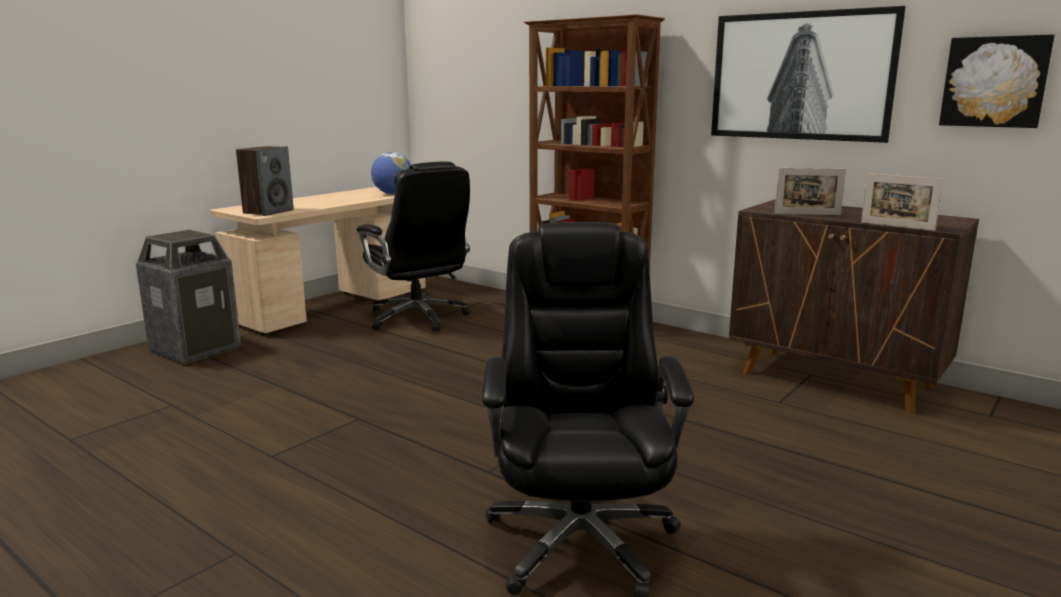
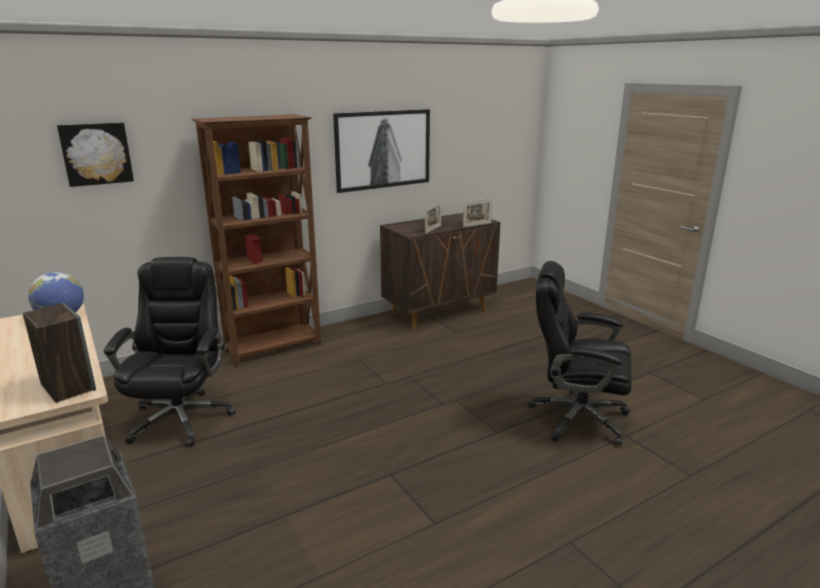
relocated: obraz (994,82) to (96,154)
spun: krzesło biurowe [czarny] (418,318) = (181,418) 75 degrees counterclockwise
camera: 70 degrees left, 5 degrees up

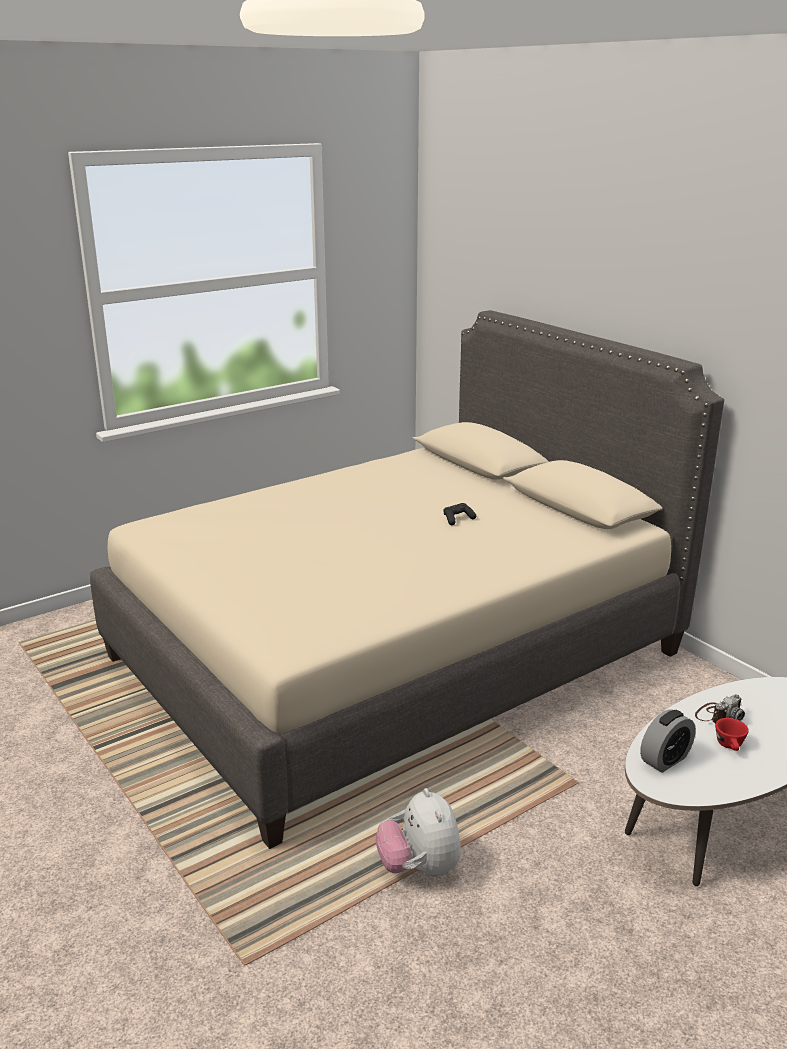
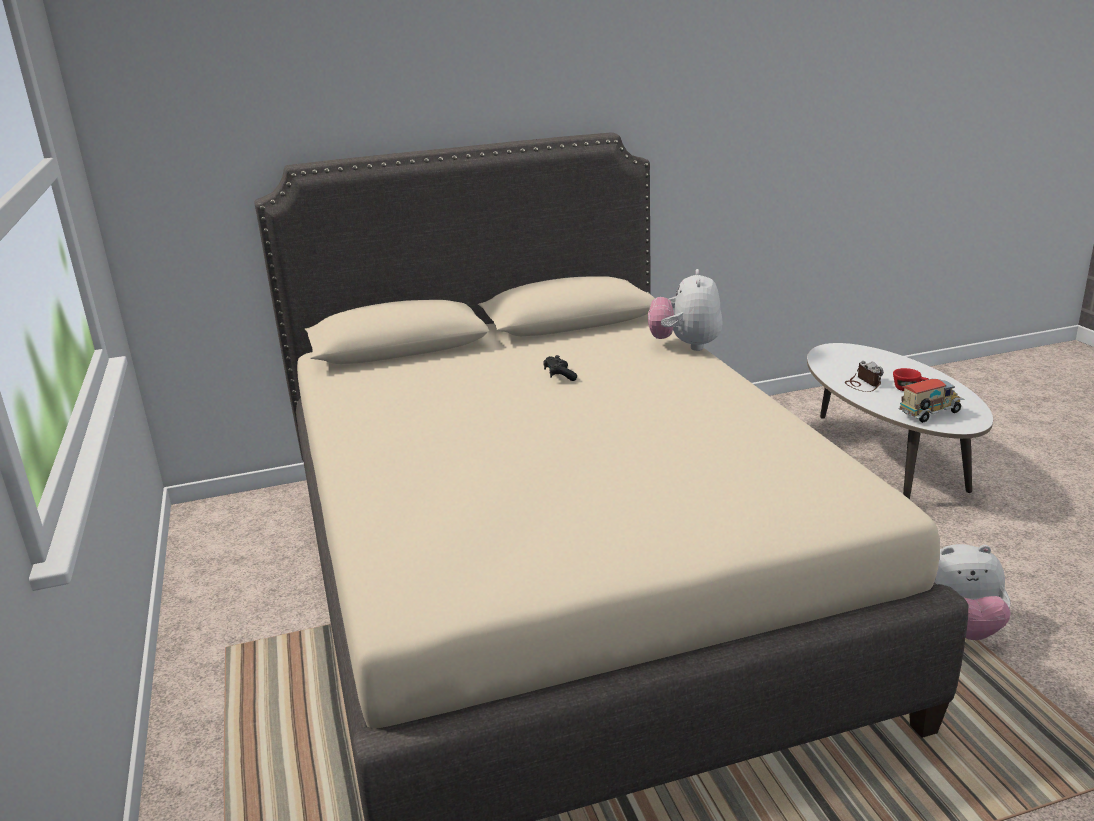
appeared: pluszak (686,346)
exchanged: budzik (665,760) to ciężarówka zabawkowa (930,415)
camera: 70 degrees left, 0 degrees up

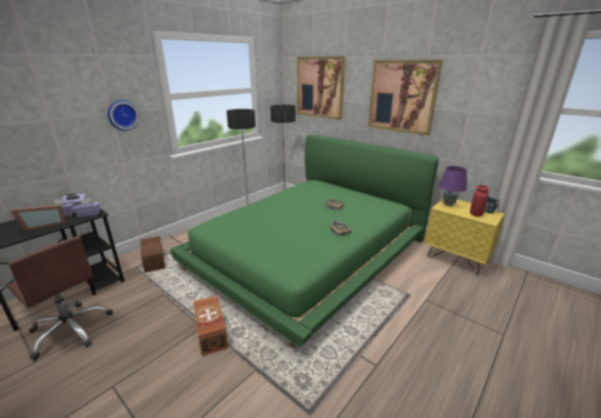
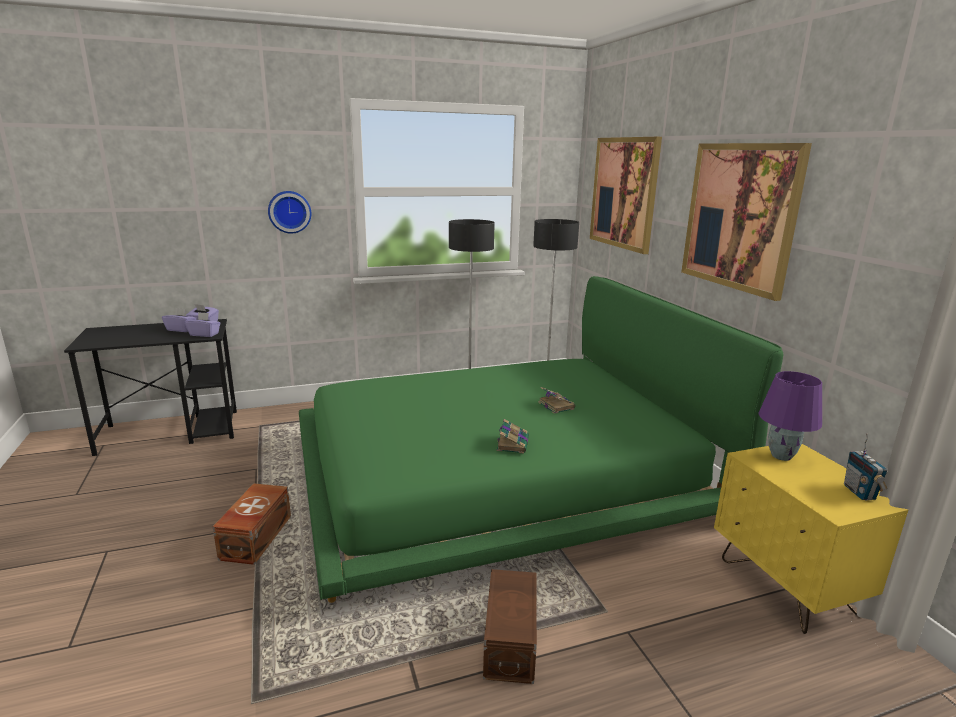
missing: wazon [czerwony] (475,214); ramka na zdjęcie (44,225); krzesło biurowe [brązowy] (71,329)
relocated: pojemnik do przechowywania [brązowy] (154,261) to (511,640)
camera: 30 degrees right, 5 degrees down

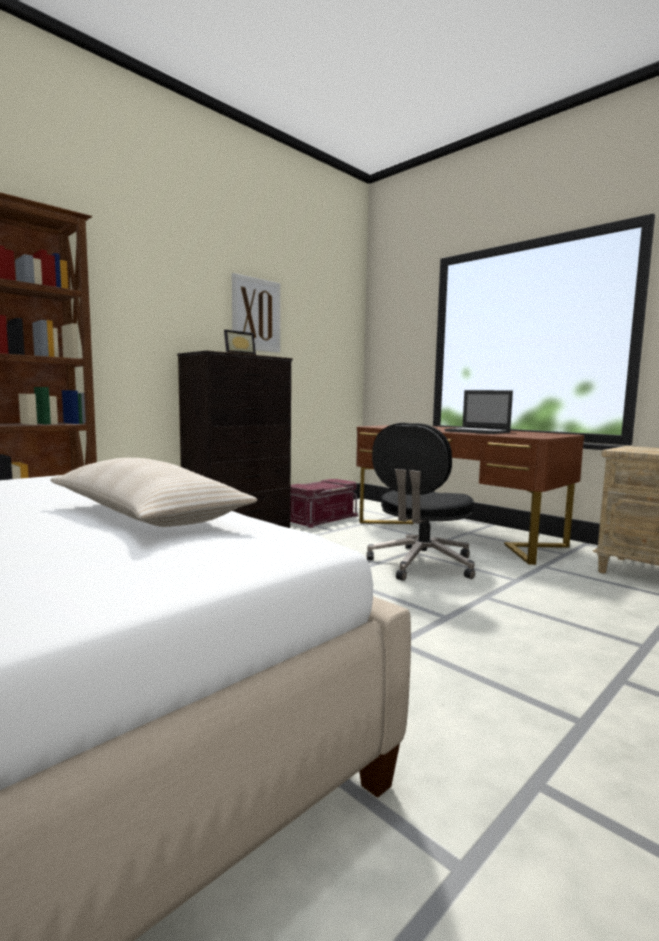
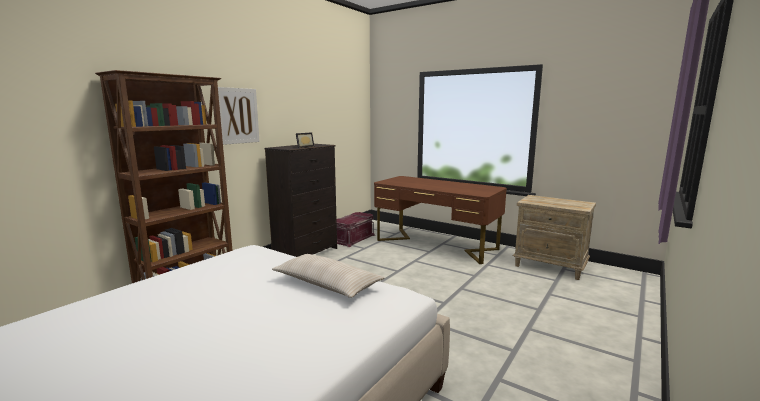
missing: laptop (478,431); krzesło biurowe [czarny] (421,564)
relocated: obraz (256,314) to (238,116)
camera: 10 degrees left, 5 degrees up

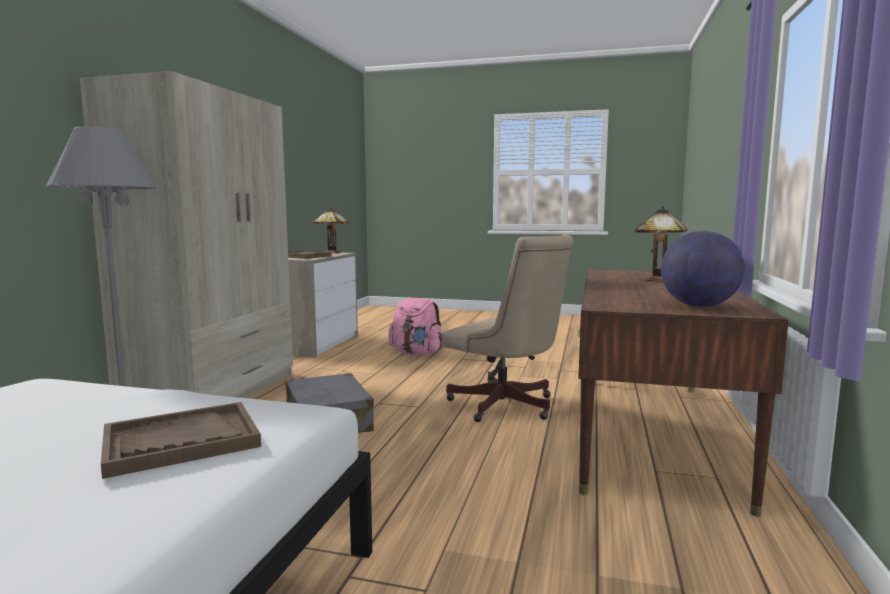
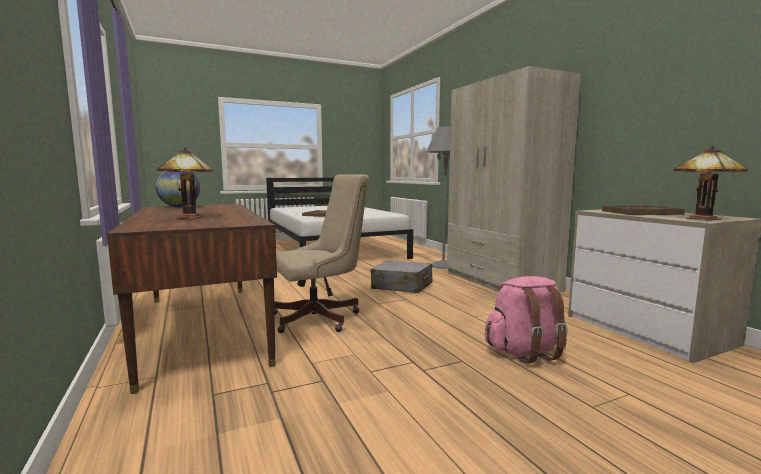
spun: krzesło biurowe [beżowy] (507,407) = (321,318) 150 degrees clockwise
camera: 140 degrees right, 0 degrees up

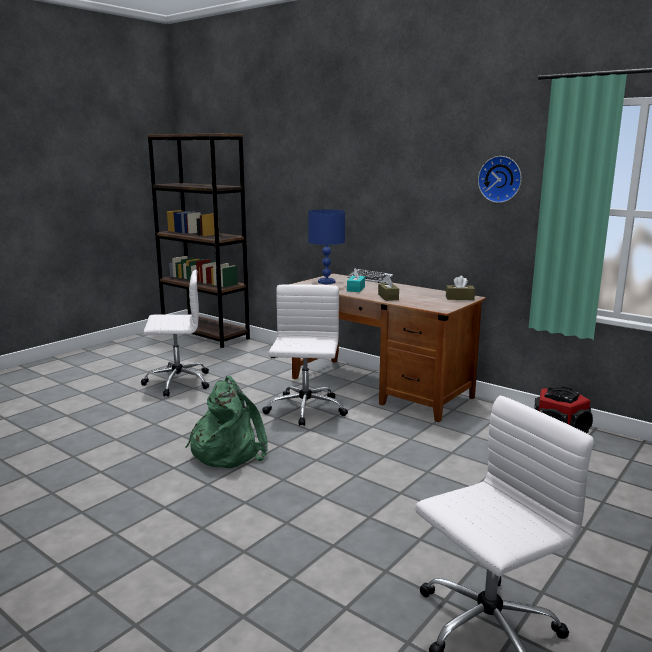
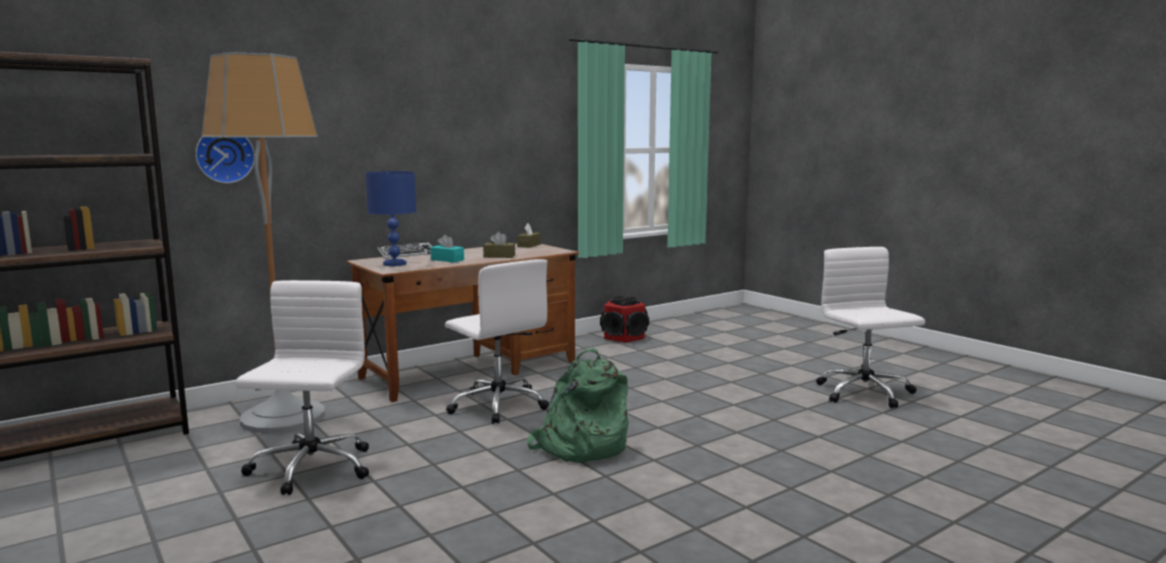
appeared: lampa stojąca (283,418)
relocated: zegar ścienny (500,179) to (224,155)
spun: krzesło biurowe [biały] (305,410) = (498,405) 150 degrees counterclockwise
camera: 75 degrees left, 5 degrees down

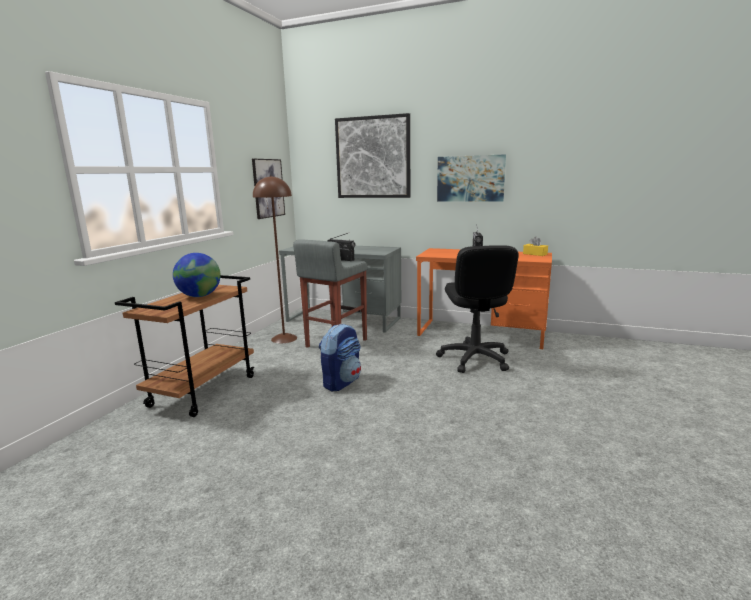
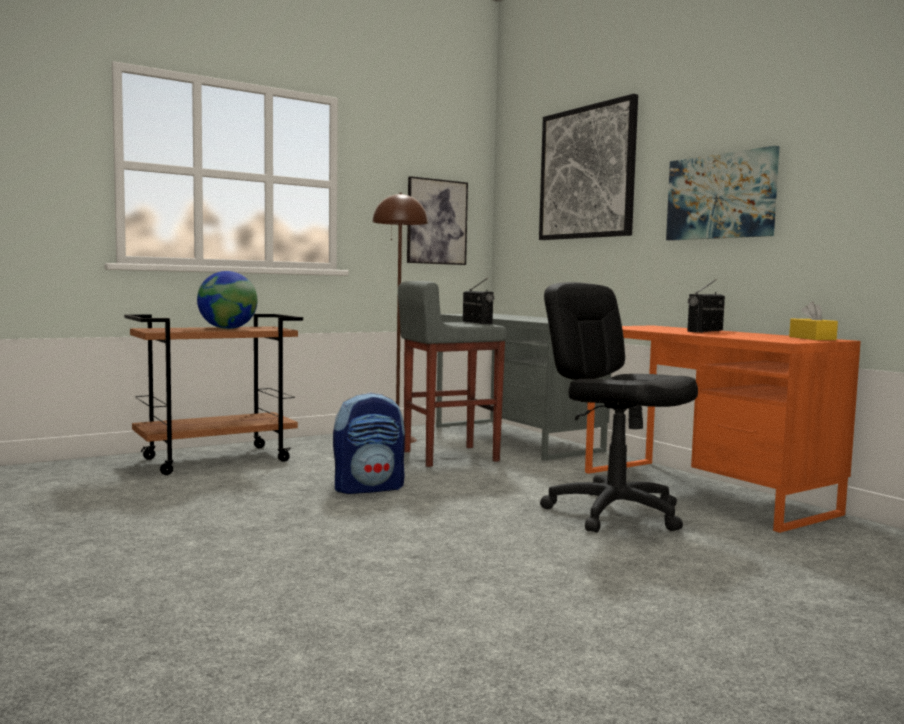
spun: krzesło biurowe [czarny] (474,359) = (614,513) 105 degrees clockwise
camera: 35 degrees right, 10 degrees down

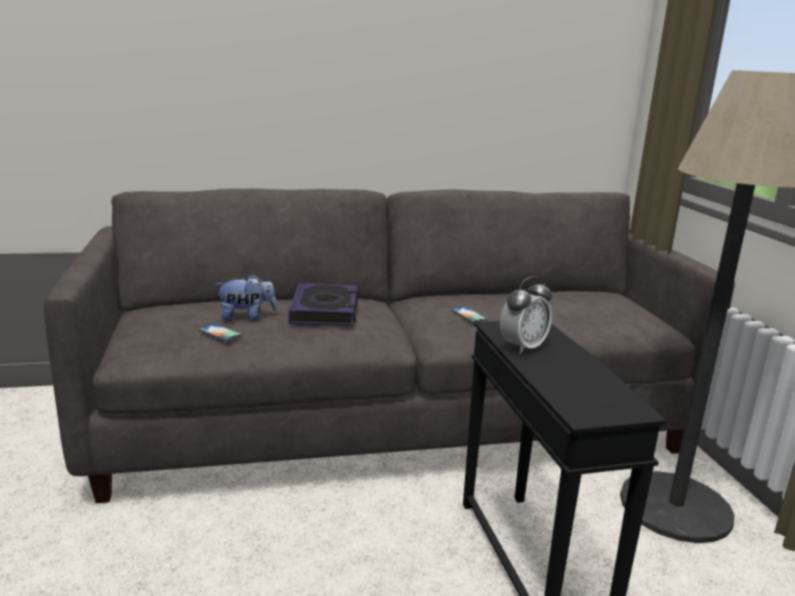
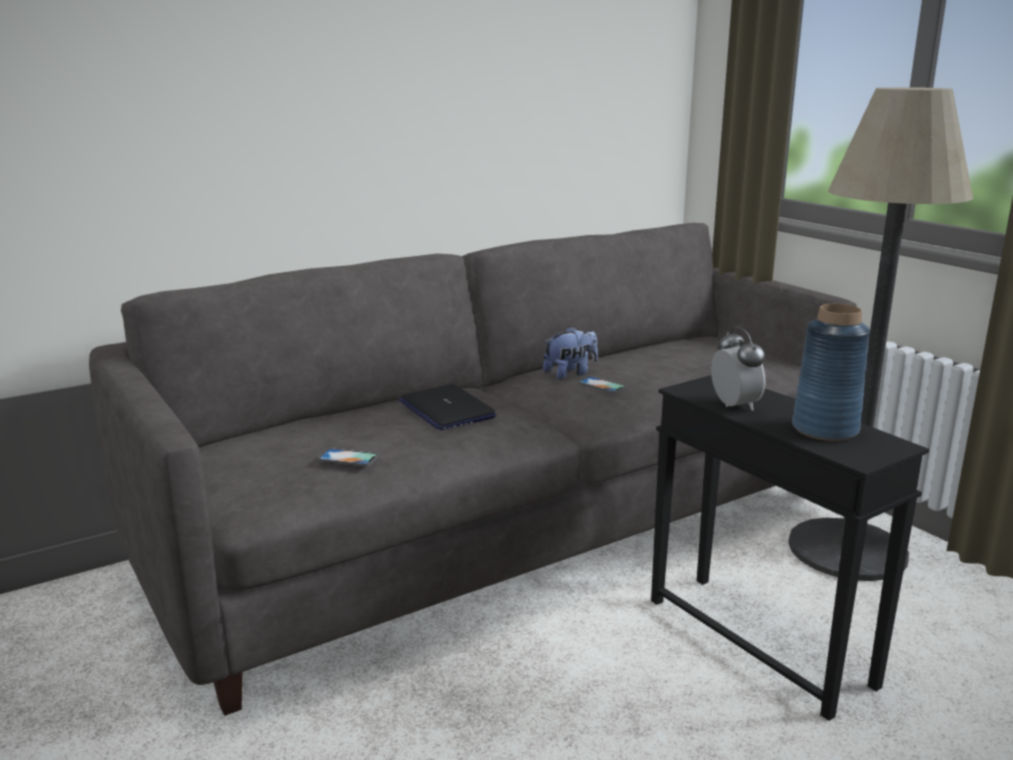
appeared: wazon [niebieski] (825,429)
relocated: pluszak (247,318) to (570,374)
exchanged: książka (325,311) to laptop (446,409)
spun: budzik (523,347) = (734,406) 45 degrees counterclockwise
camera: 20 degrees left, 0 degrees up

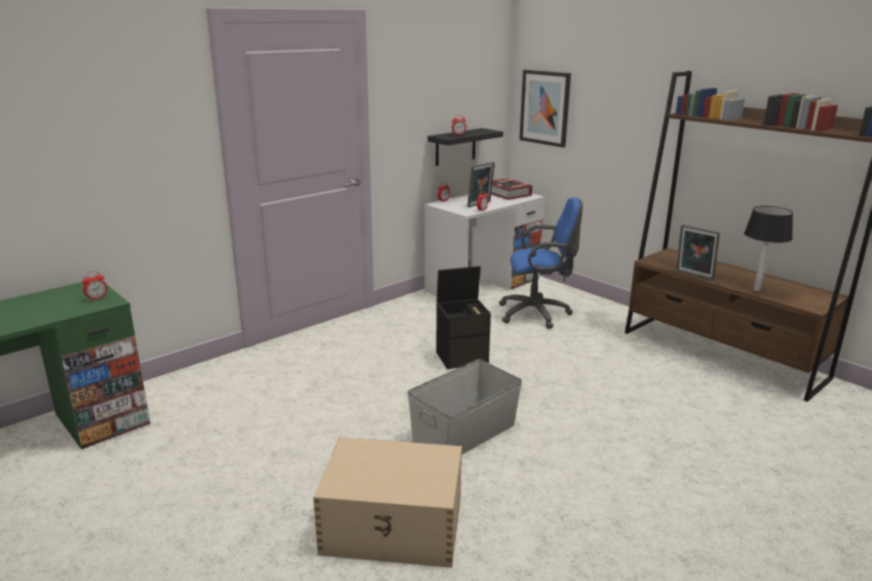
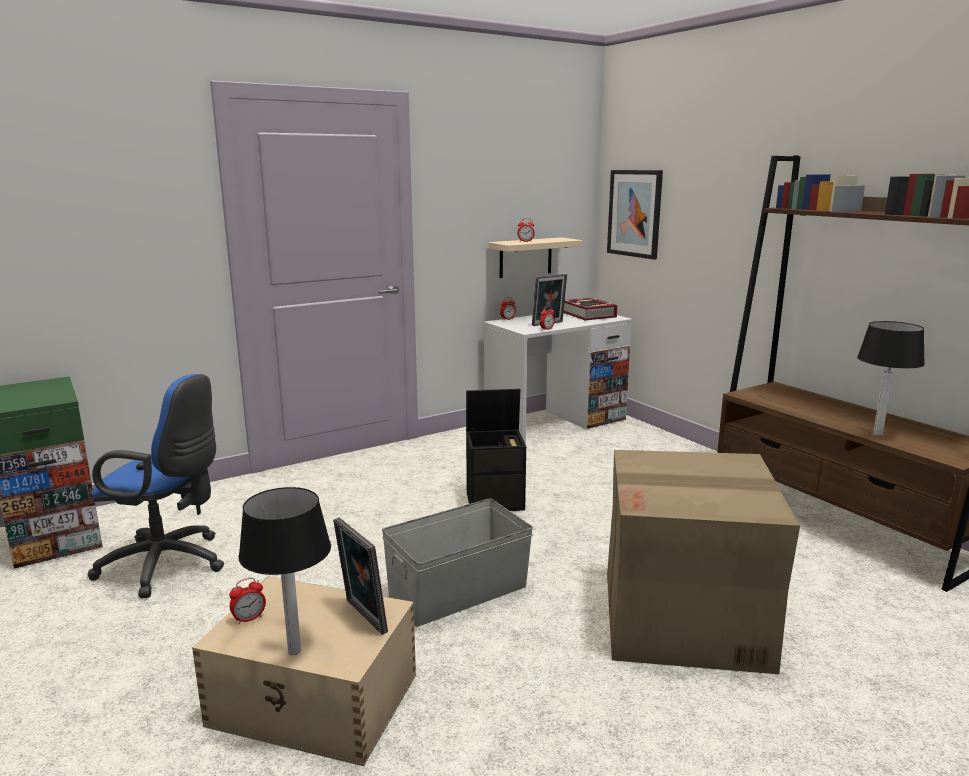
appeared: karton (685,619); lampa stołowa (295,651)
relocated: krzesło biurowe [niebieski] (538,314) to (169,565); ramka na zdjęcie (693,275) to (362,617); budzik (97,298) to (249,618)
colour: półka [czarny] (455,147) to półka [beżowy] (525,257)
camera: 10 degrees right, 5 degrees down

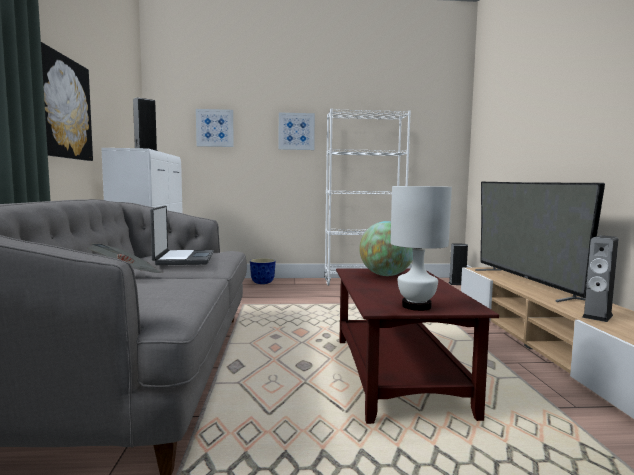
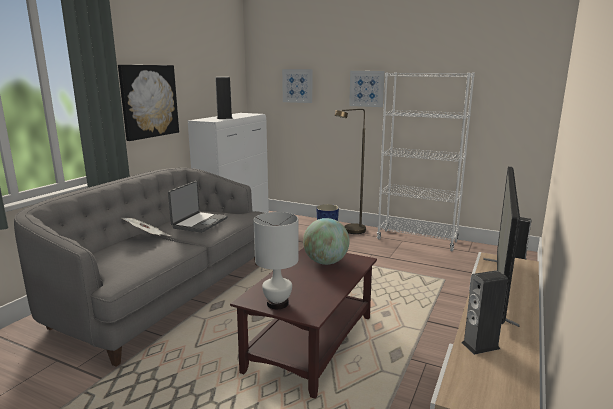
appeared: lampa stojąca [brązowy] (350,232)
camera: 30 degrees right, 10 degrees up

